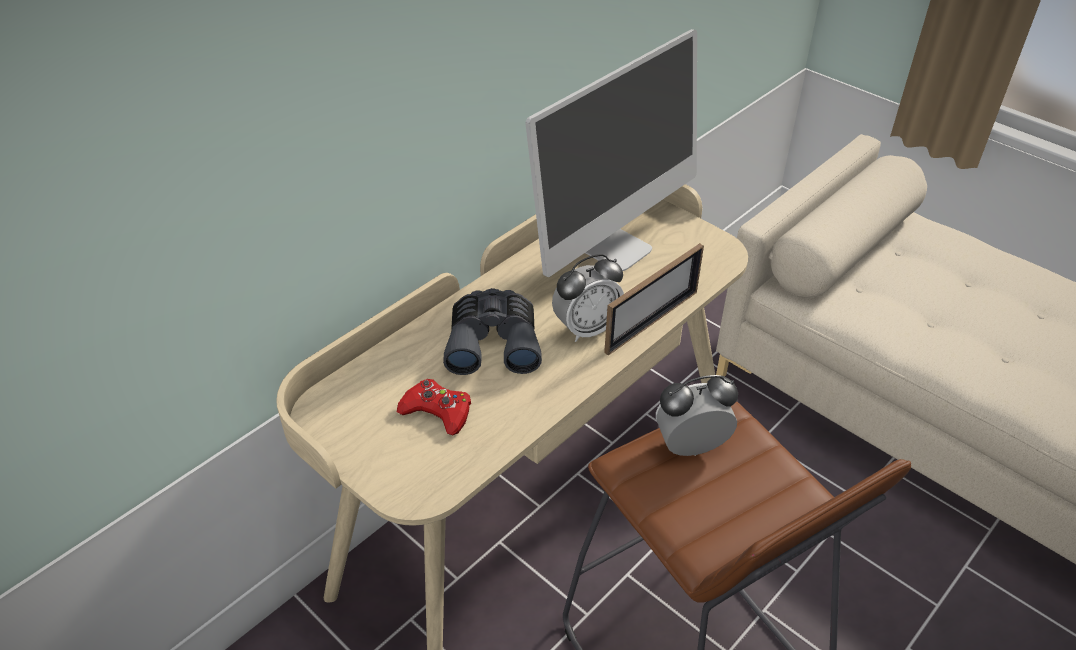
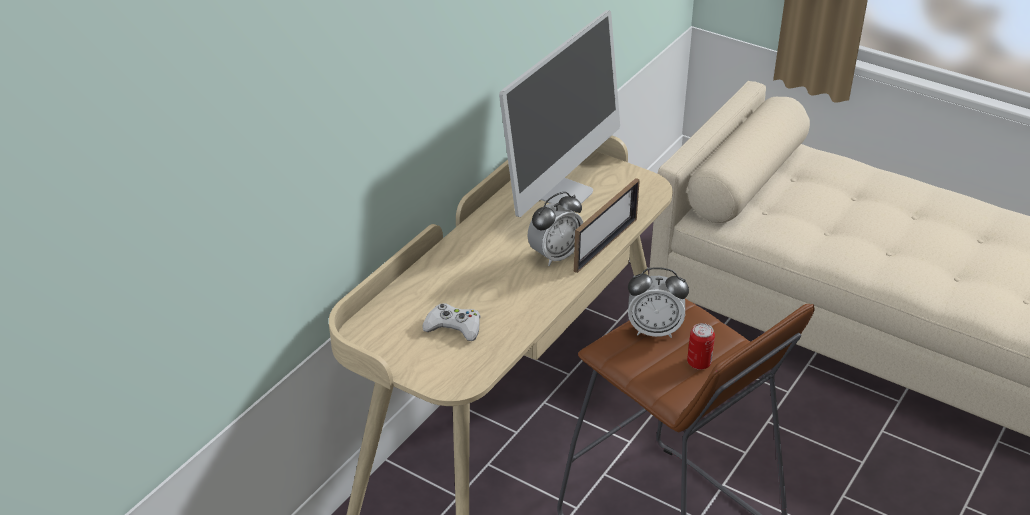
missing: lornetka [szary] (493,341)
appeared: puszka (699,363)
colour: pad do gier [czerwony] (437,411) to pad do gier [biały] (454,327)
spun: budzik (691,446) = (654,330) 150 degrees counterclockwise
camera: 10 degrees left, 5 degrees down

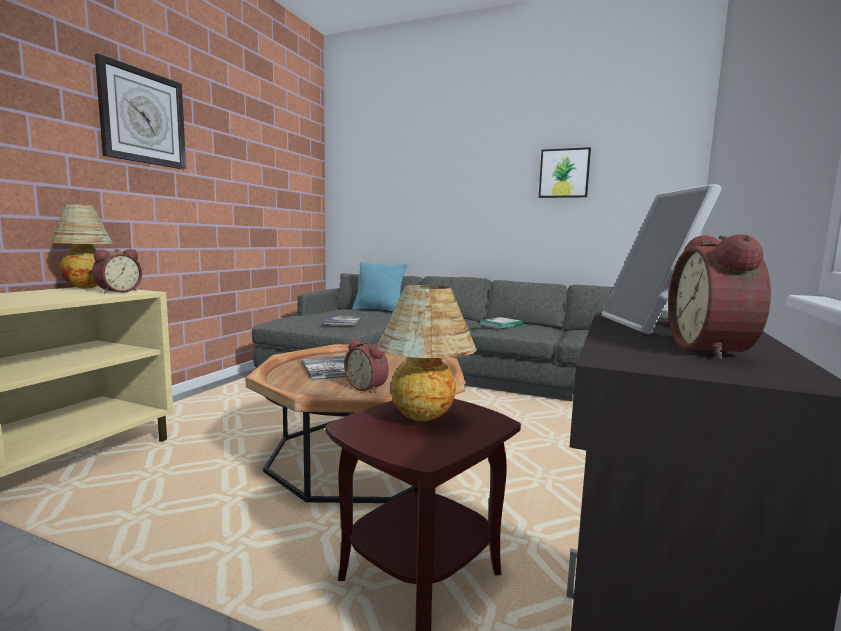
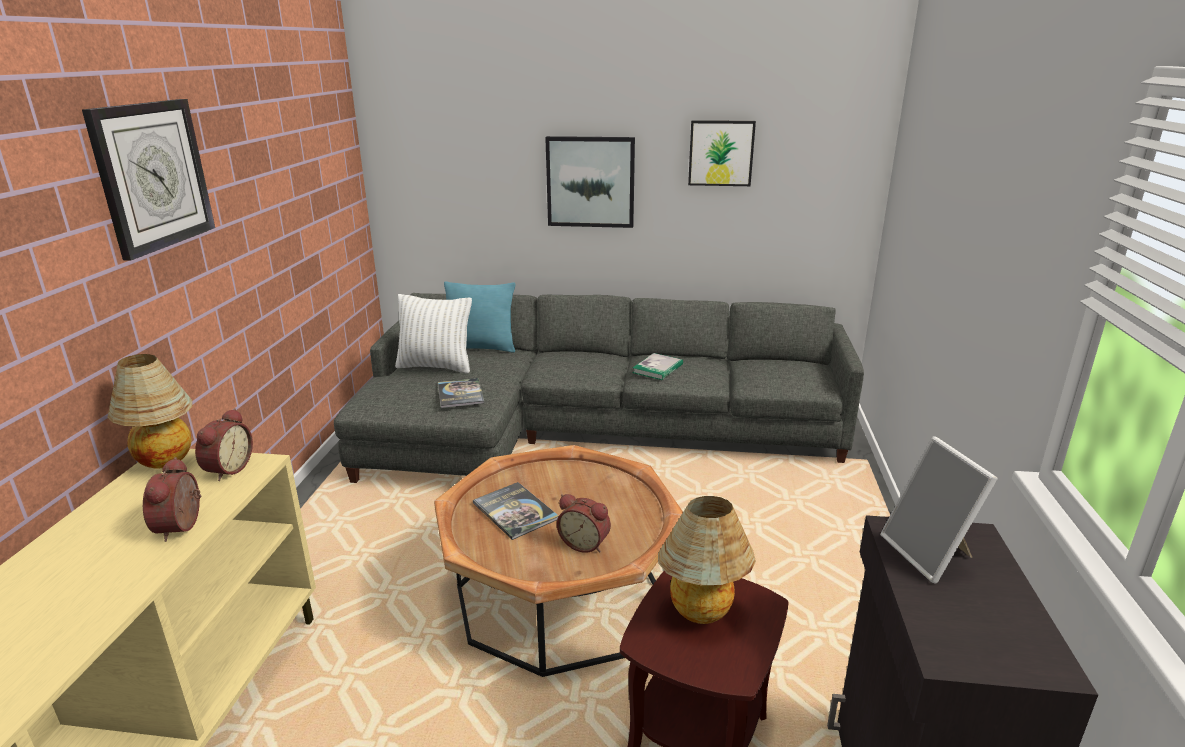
appeared: obraz (590,182); poduszka [biały] (436,366)
relocated: budzik (715,350) to (183,526)
camera: 15 degrees left, 15 degrees up

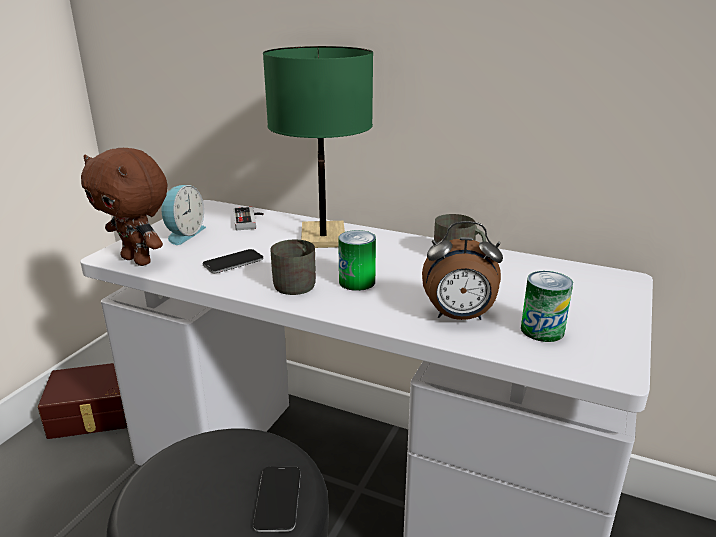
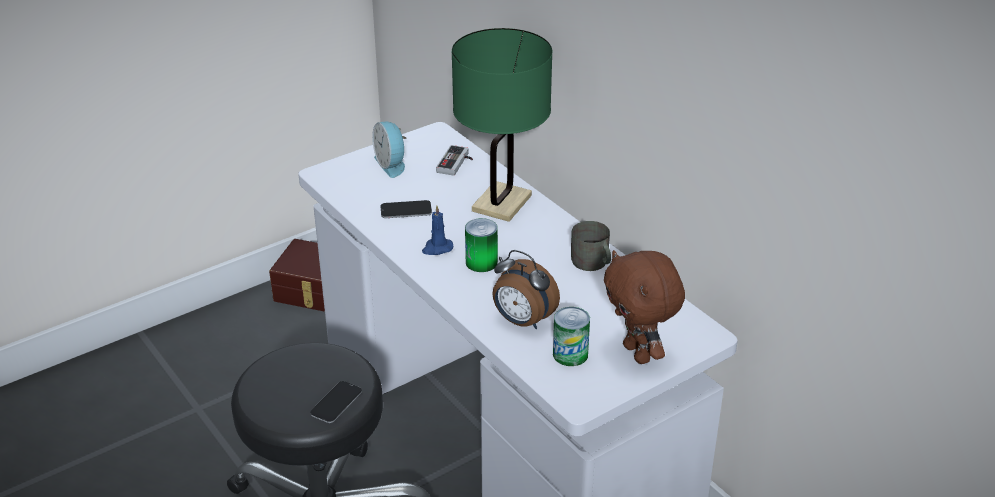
relocated: pluszak [brązowy] (139,260) to (639,353)
exchanged: kubek [szary] (298,283) to świeca [niebieski] (437,248)
spun: budzik (183,234) = (391,164) 105 degrees clockwise
camera: 30 degrees right, 10 degrees up

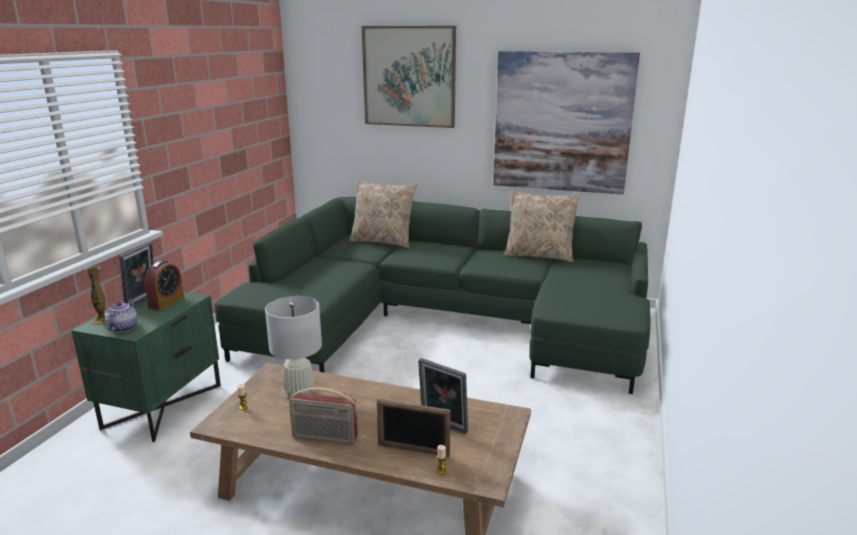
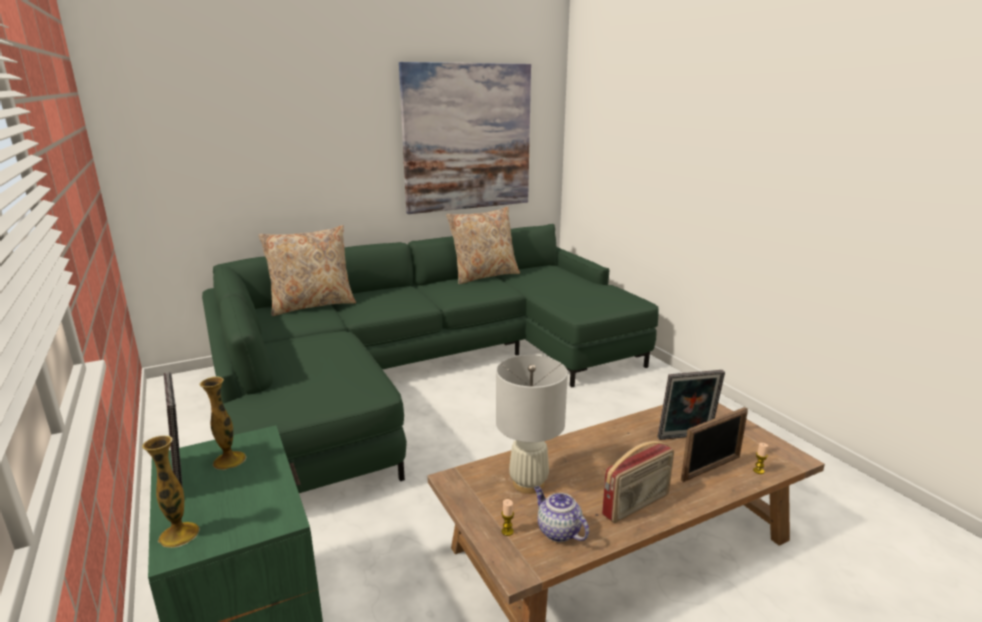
missing: obraz (409,77)
relocated: imbryk (123,327) to (558,531)
exchanged: budzik (166,302) to wazon (229,460)
camera: 45 degrees left, 0 degrees up

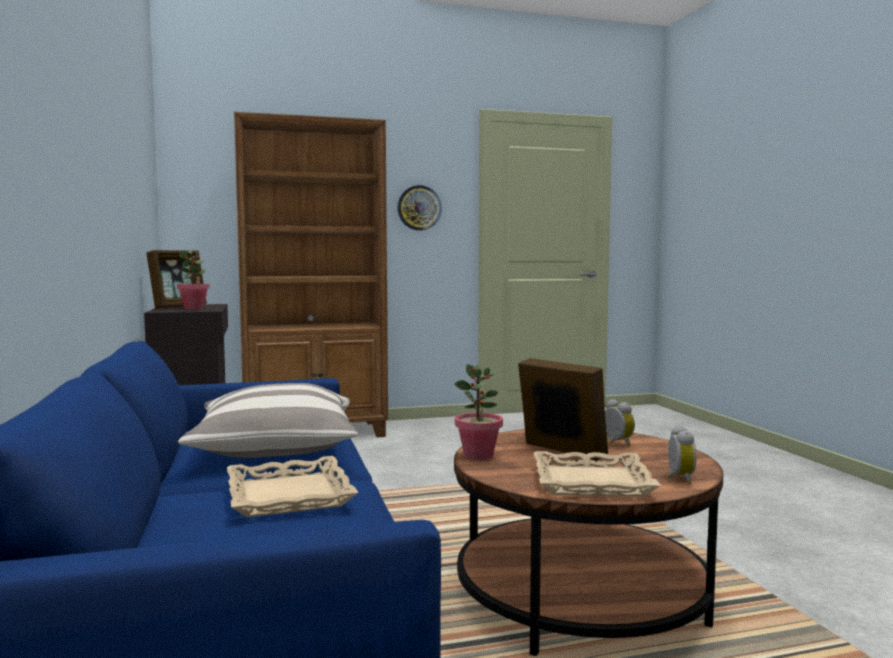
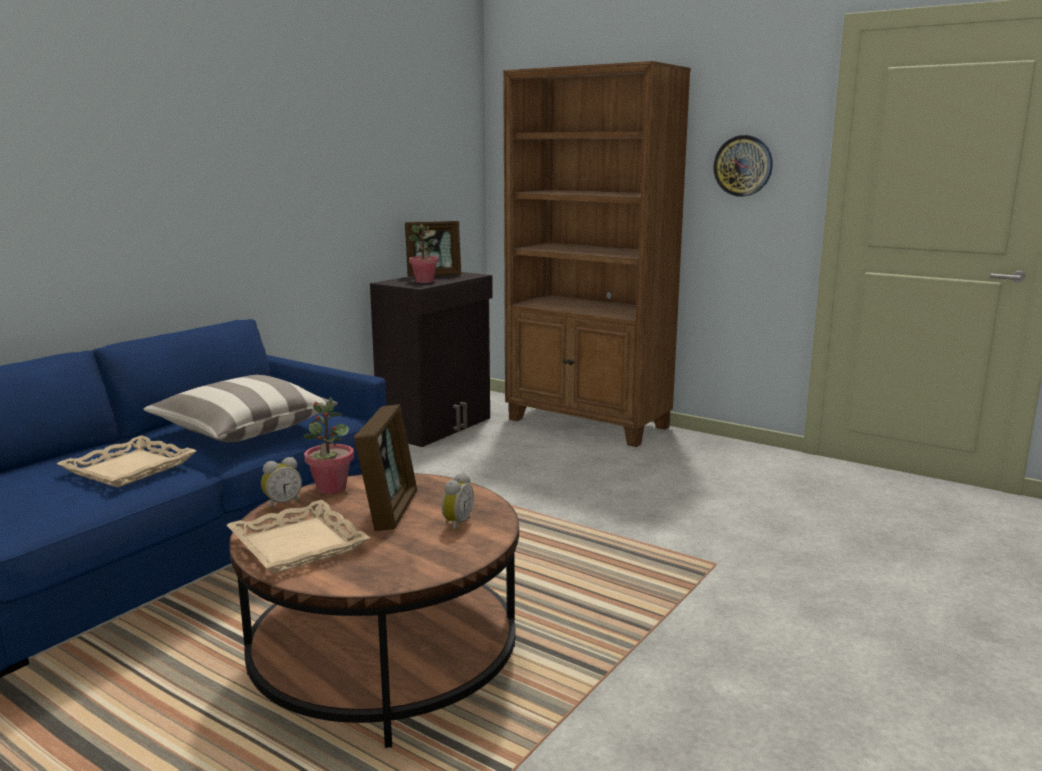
relocated: budzik (678,478) to (282,503)
camera: 50 degrees right, 10 degrees up

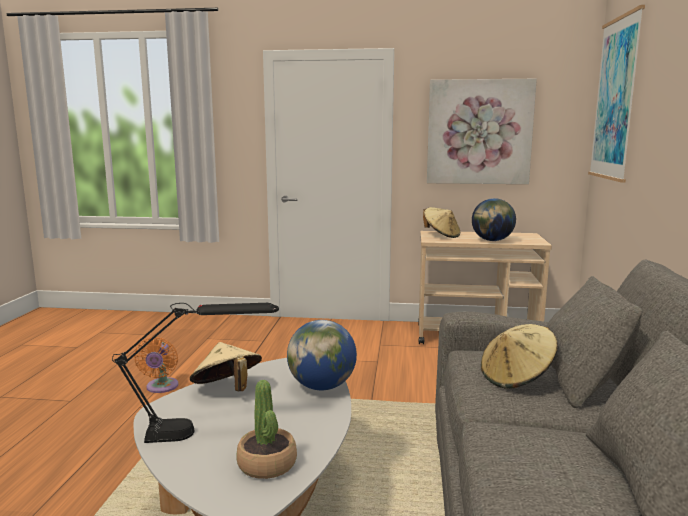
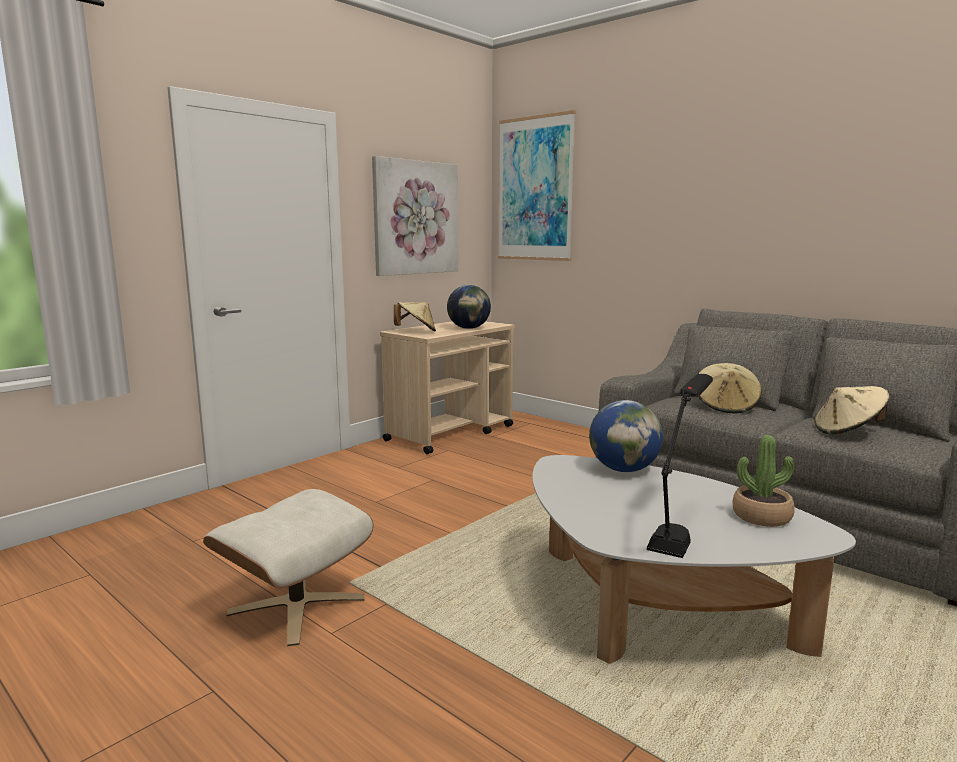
relocated: kapelusz [beżowy] (227,390) to (848,431)
exchanged: wentylator [pomarańczowy] (161,387) to pufa [beżowy] (296,605)
camera: 55 degrees left, 0 degrees up

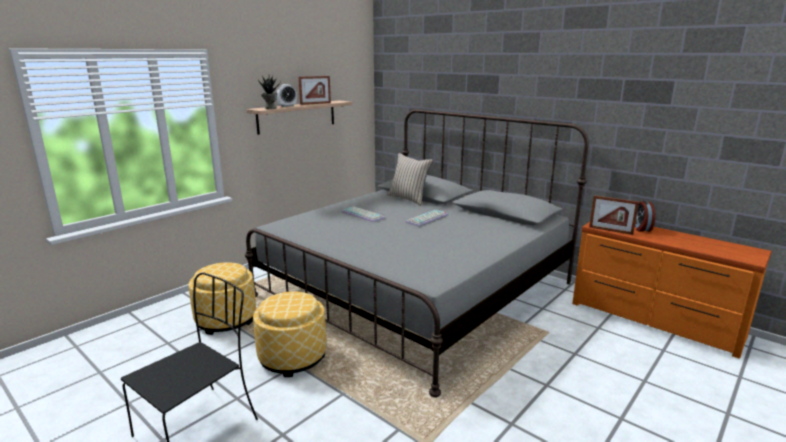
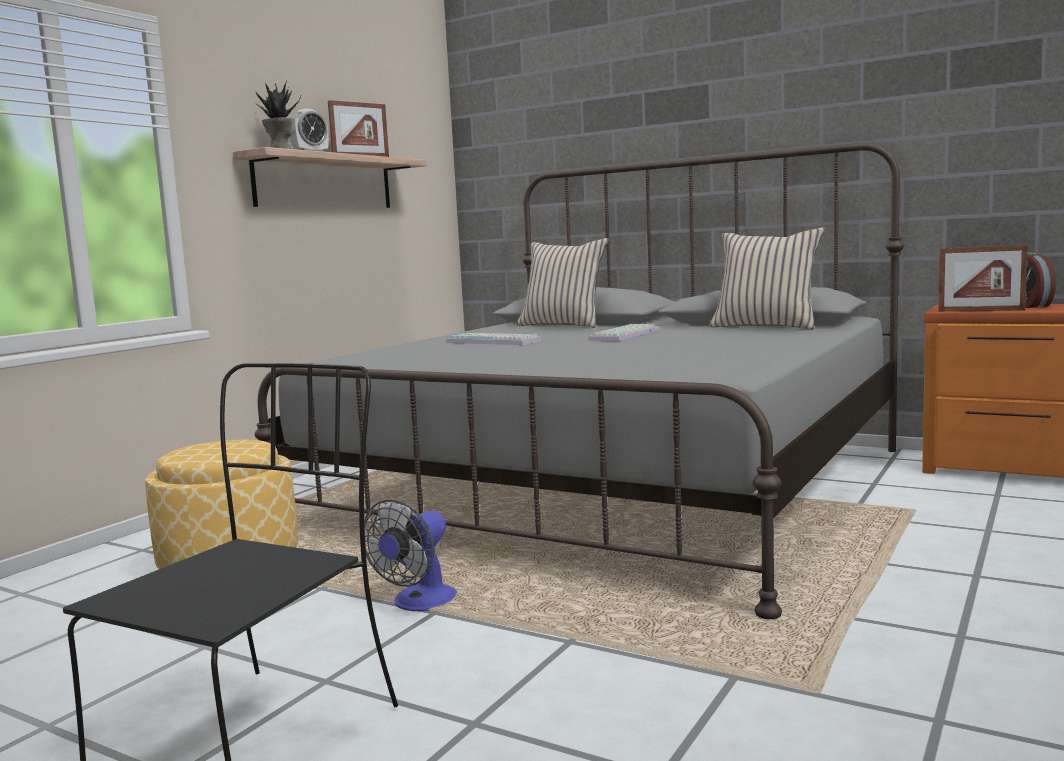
appeared: poduszka [beżowy] (766,326)
exchanged: pufa (292,357) to wentylator (418,603)
camera: 10 degrees left, 10 degrees down

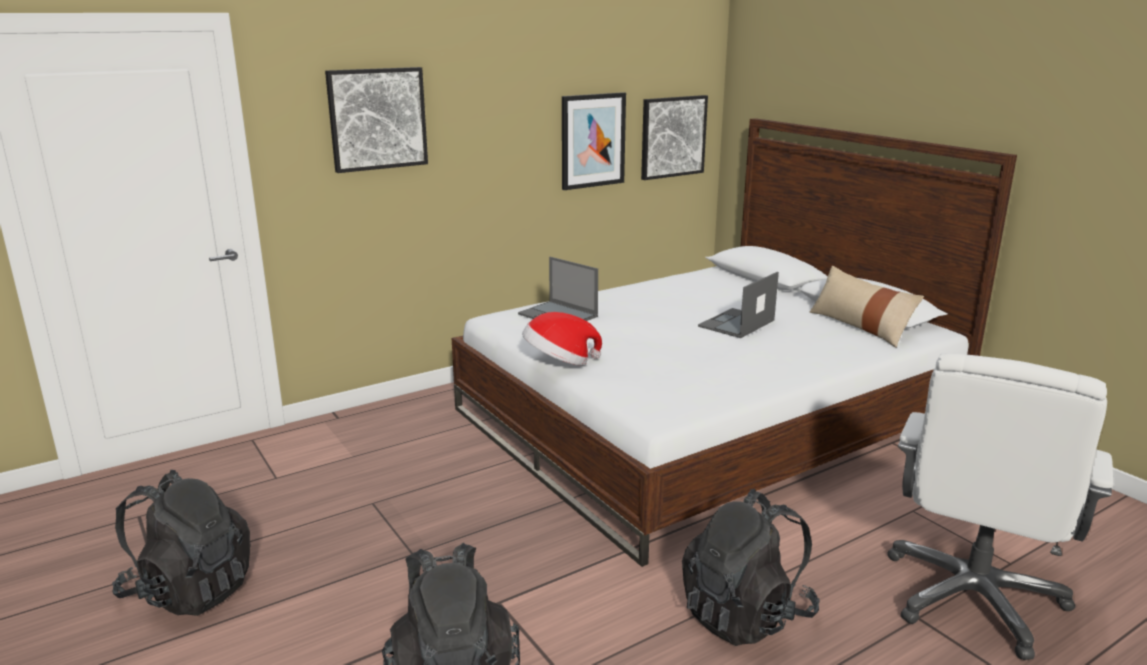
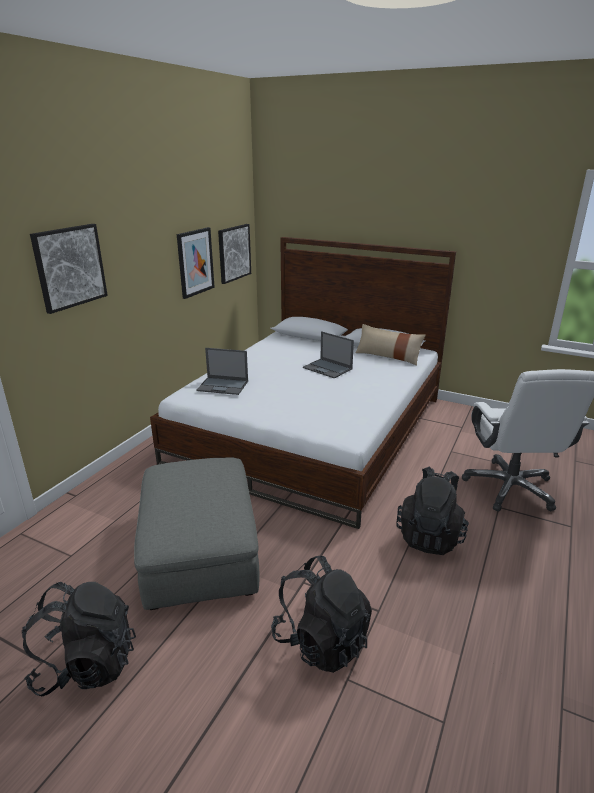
missing: kapelusz (559,362)
appeared: pufa [szary] (200,549)
spun: laptop (736,324) = (328,368) 60 degrees counterclockwise
camera: 30 degrees left, 5 degrees up

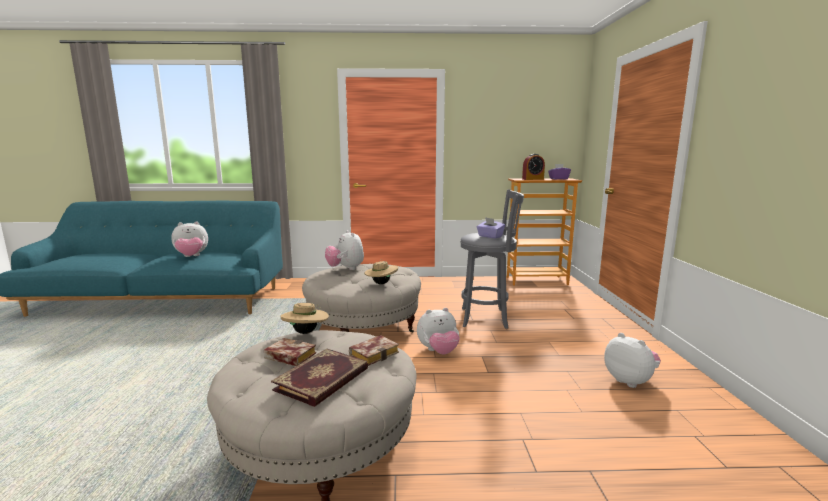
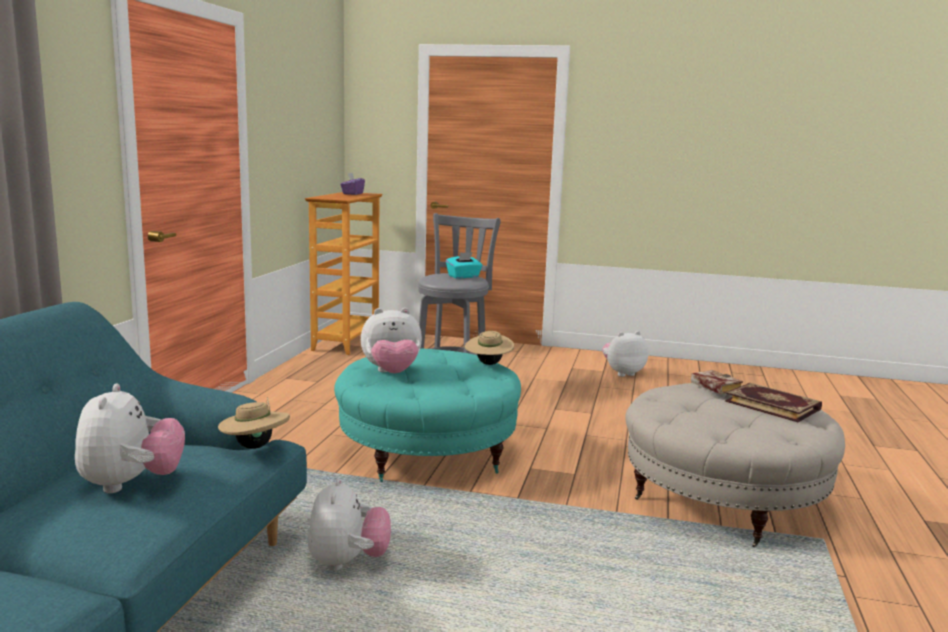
missing: budzik (532,179); książka (288,356)
relocated: kapelusz [beżowy] (306,332) to (255,446); pluszak (438,351) to (348,562)
colour: pudełko chusteczek [fioletowy] (490,236) to pudełko chusteczek [turkusowy] (463,276); pufa [beżowy] (364,327) to pufa [turkusowy] (427,453)
camera: 75 degrees left, 0 degrees up

